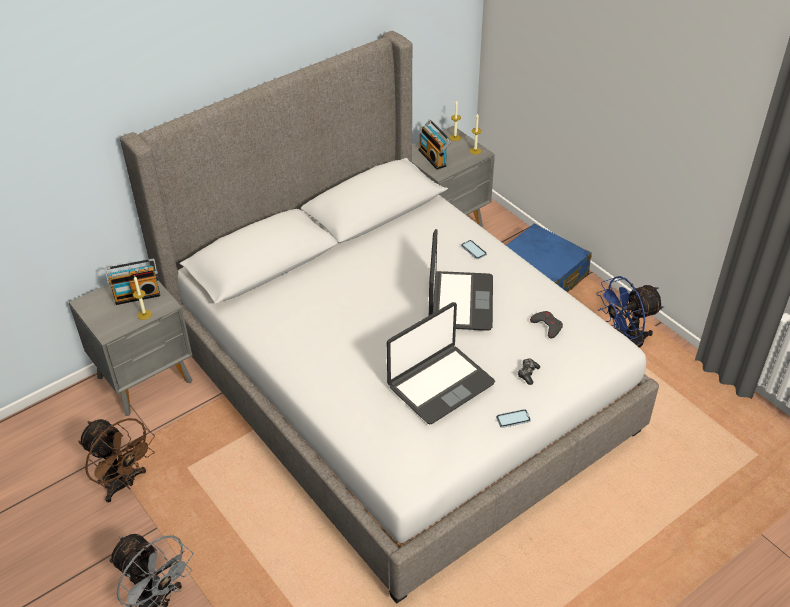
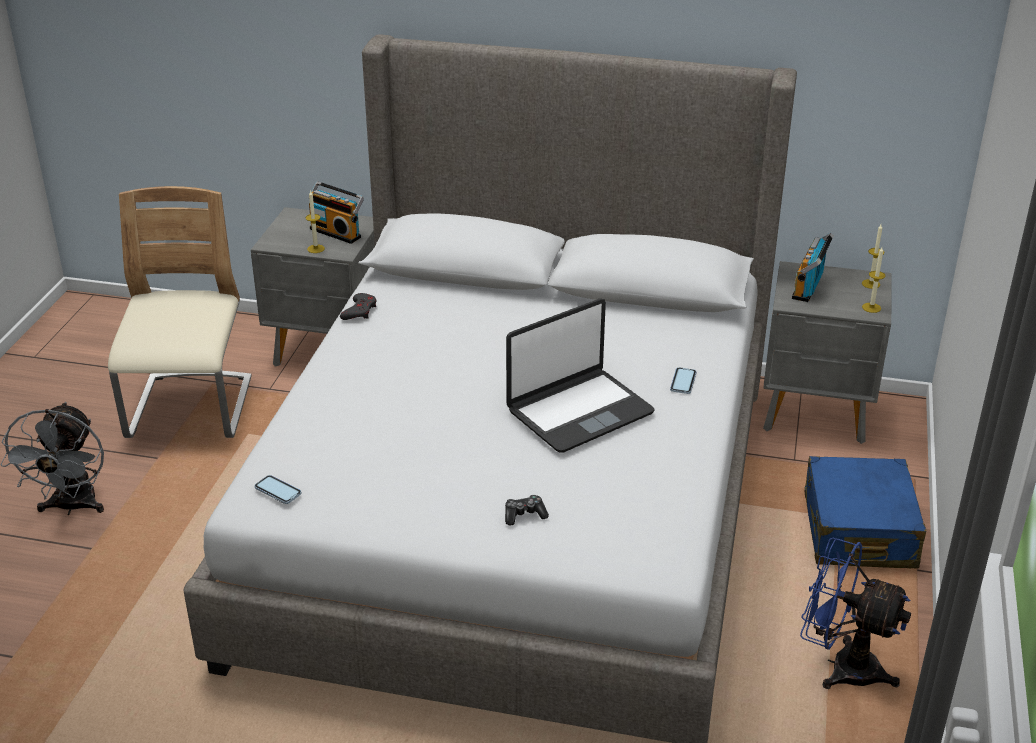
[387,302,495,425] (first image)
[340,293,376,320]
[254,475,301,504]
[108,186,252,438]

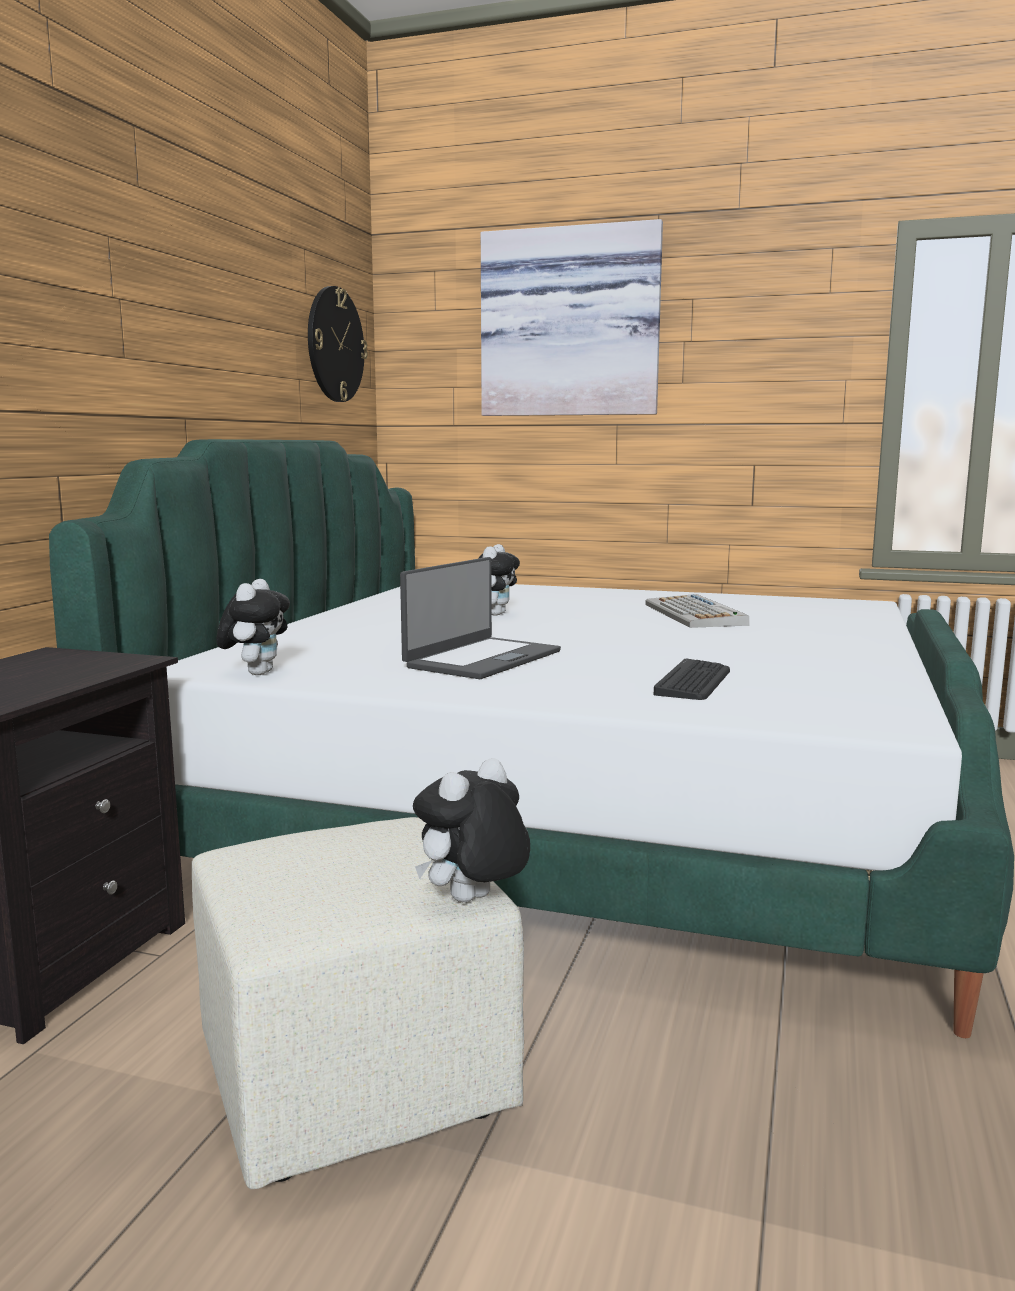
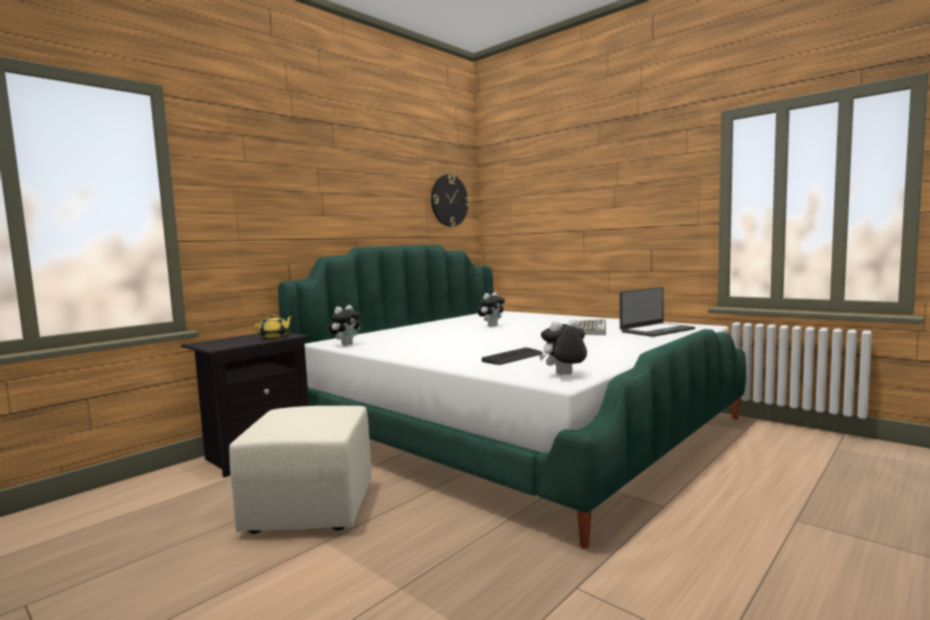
[481,219,663,416] (first image)
[620,287,695,337]
[539,319,587,375]
[255,314,292,338]

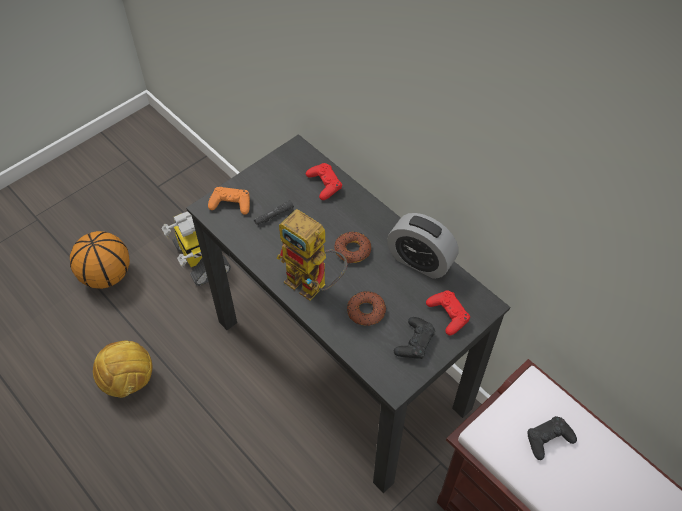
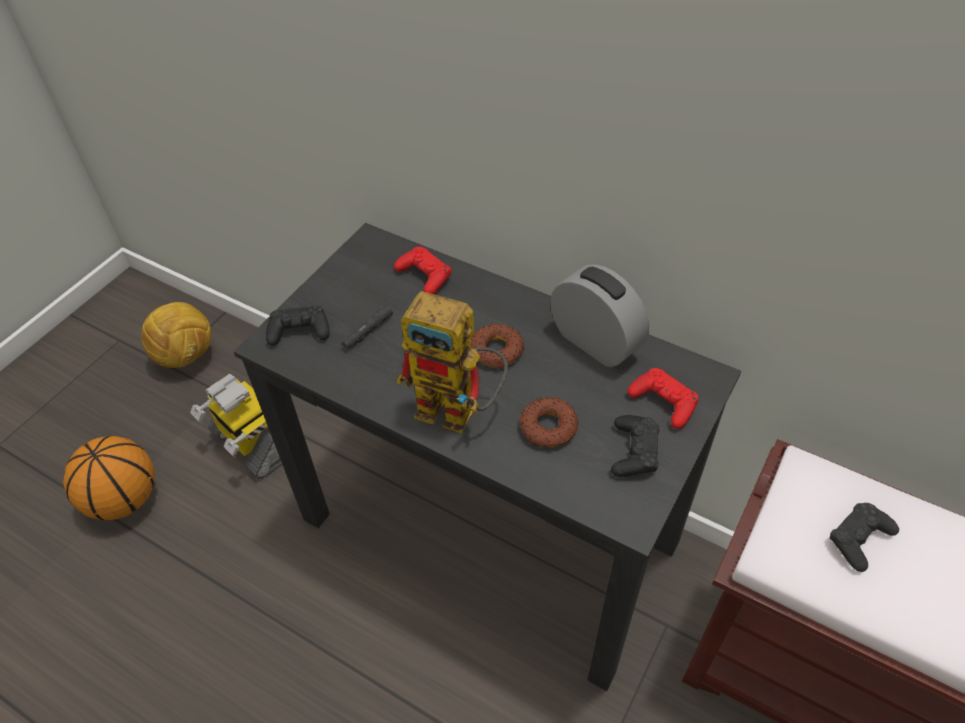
[266,306,330,346]
[550,264,649,367]
[141,302,211,368]

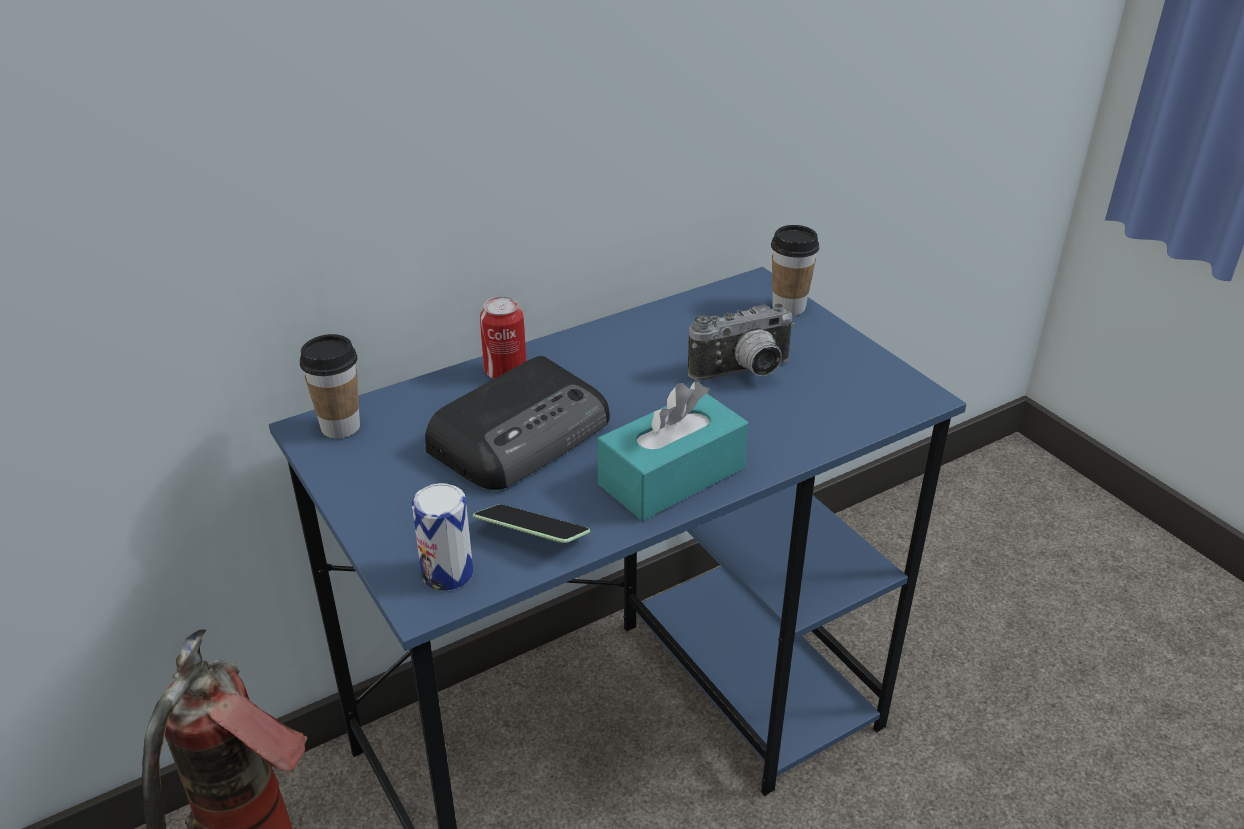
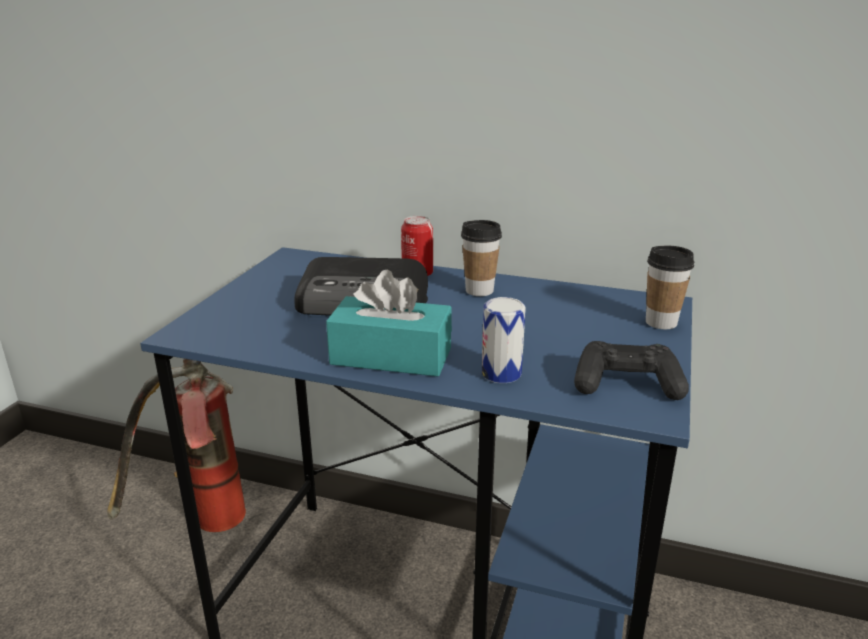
[688,303,795,381] (first image)
[461,220,502,296]
[481,297,526,383]
[473,504,590,543] (first image)
[574,341,689,400]

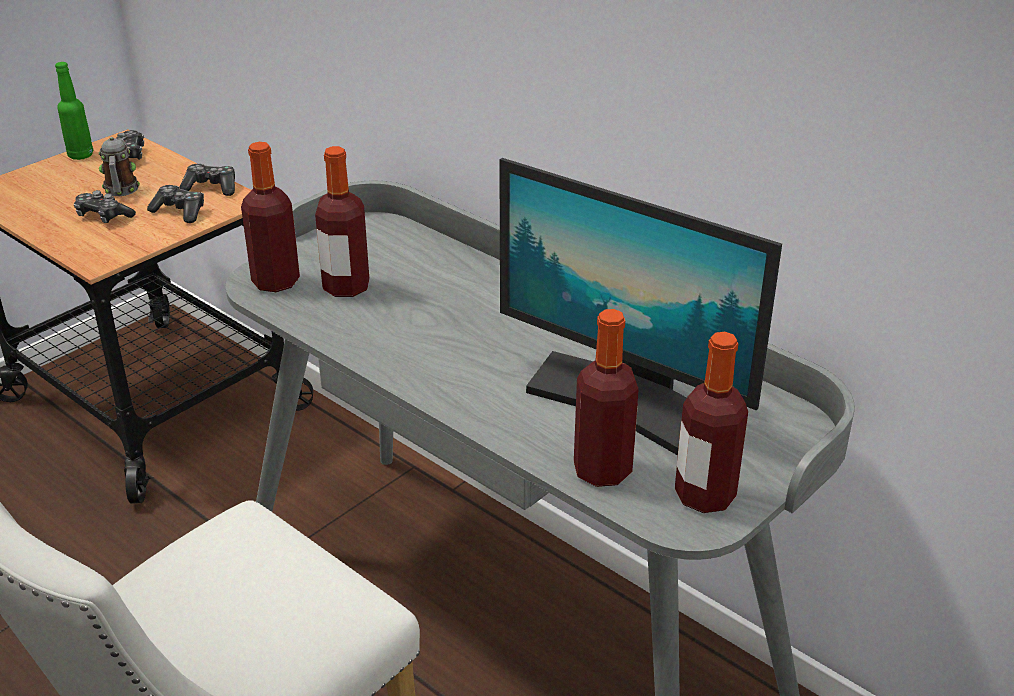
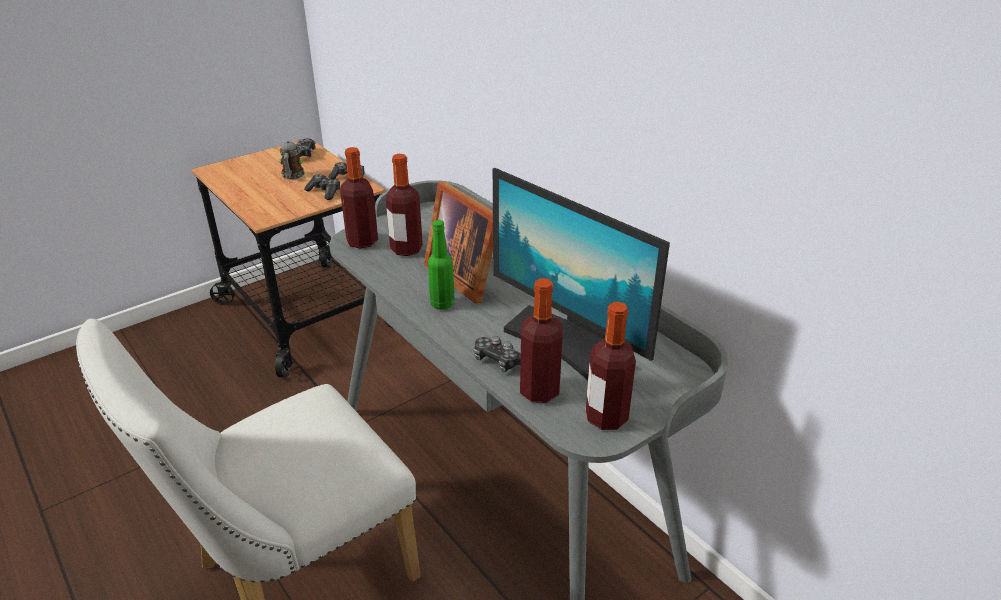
[428,220,455,310]
[474,336,521,372]
[424,181,493,304]

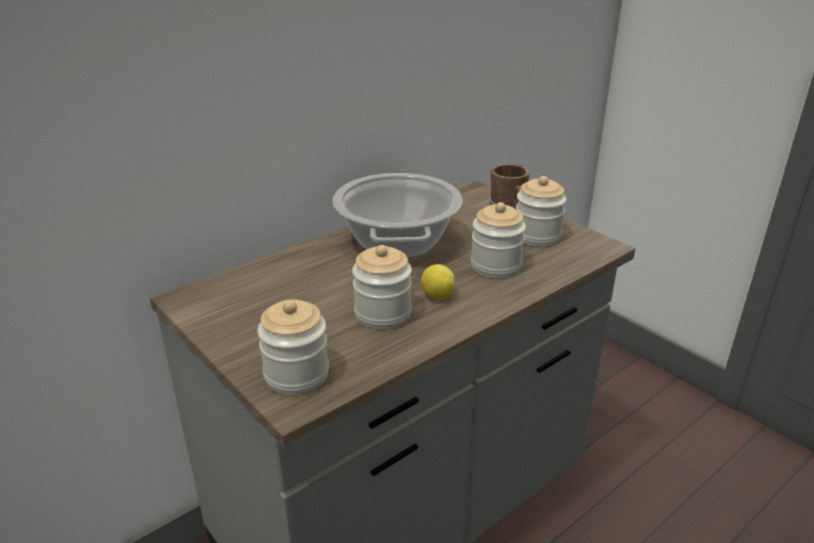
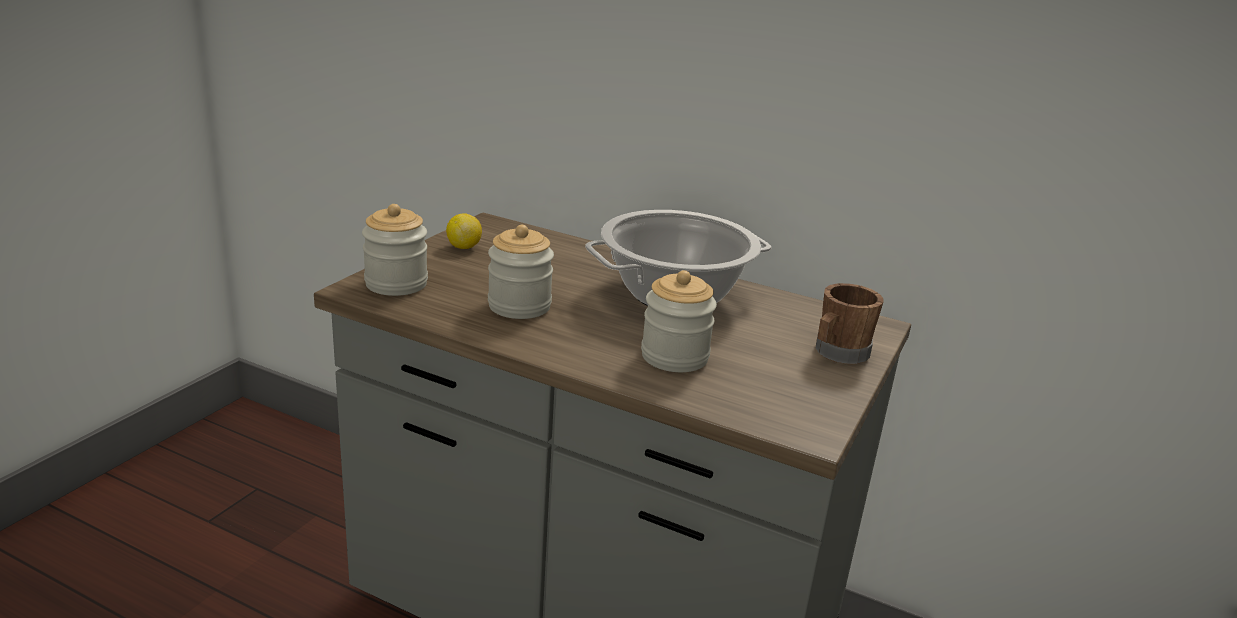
[516,176,566,247] (first image)
[446,213,482,249]

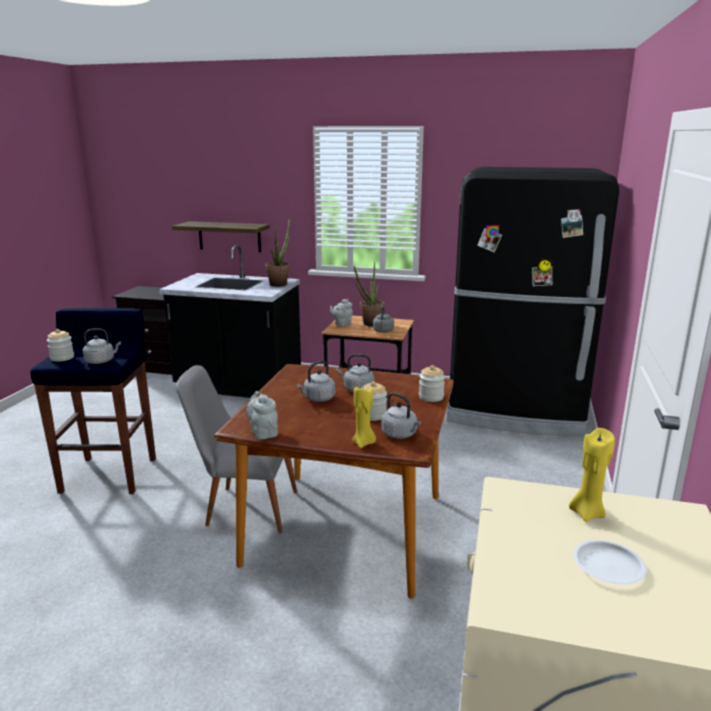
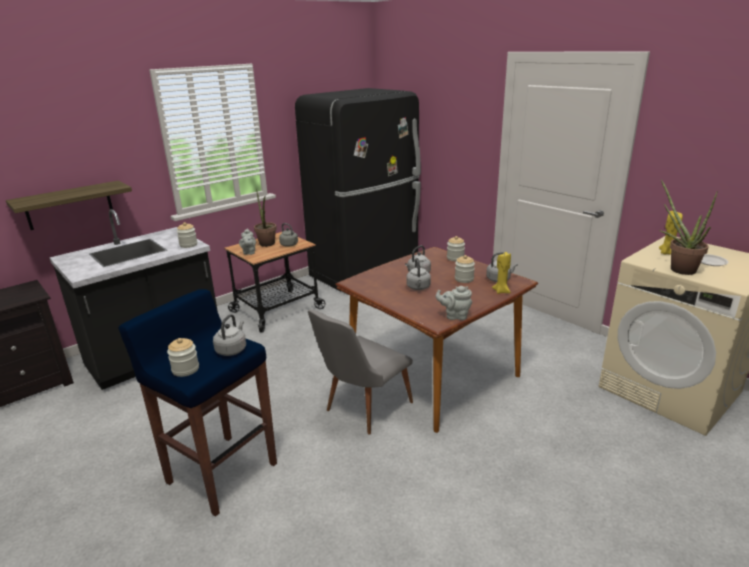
[659,180,718,275]
[177,222,197,248]

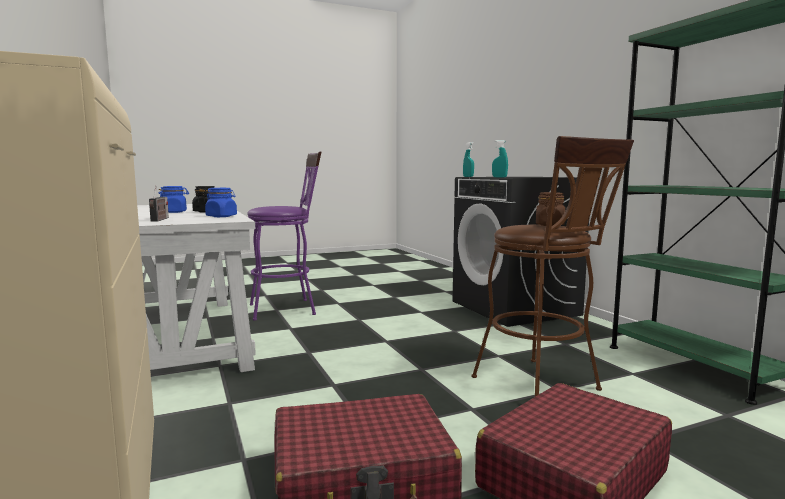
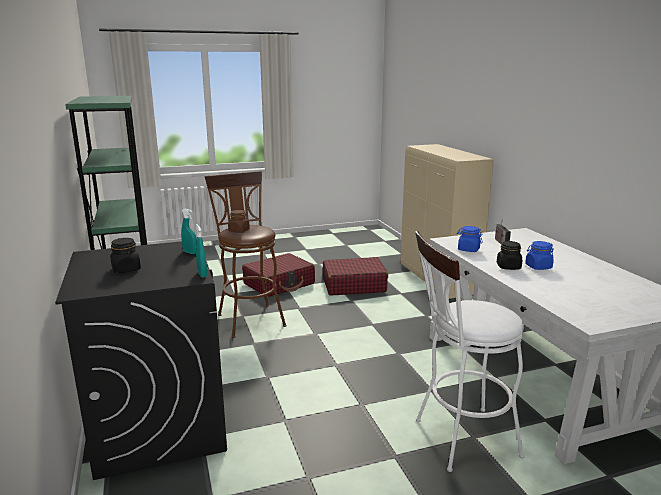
[415,231,525,472]
[110,238,141,273]

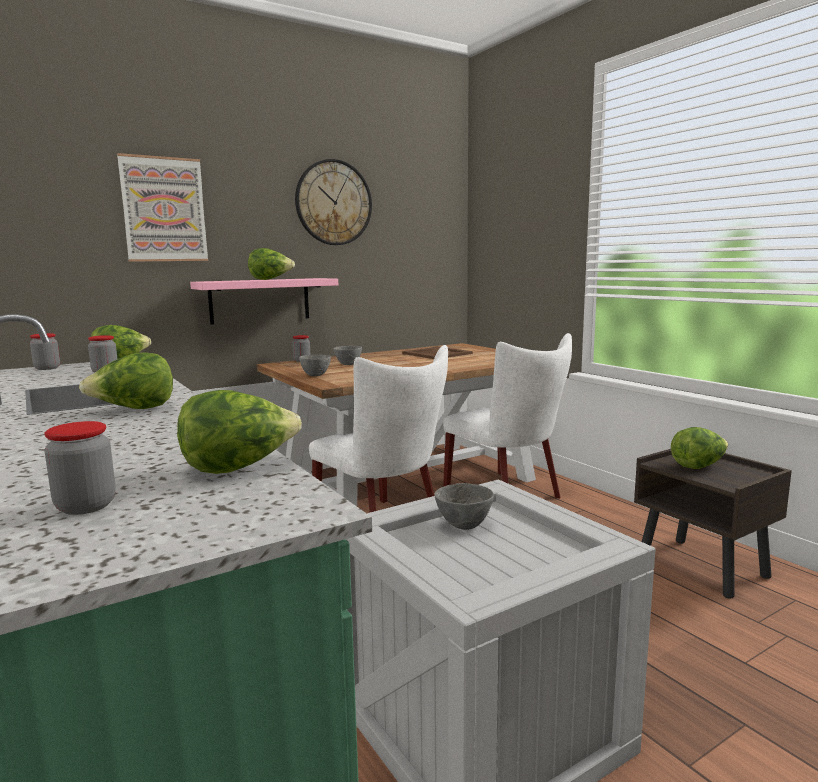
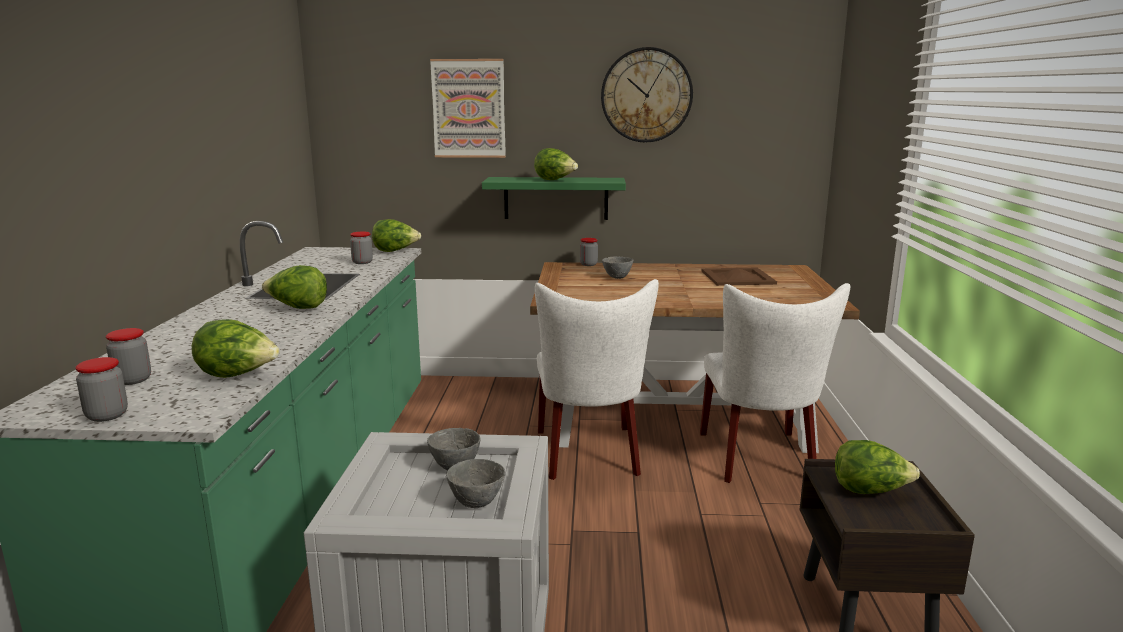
[482,177,626,220]
[75,357,128,422]
[446,459,505,508]

